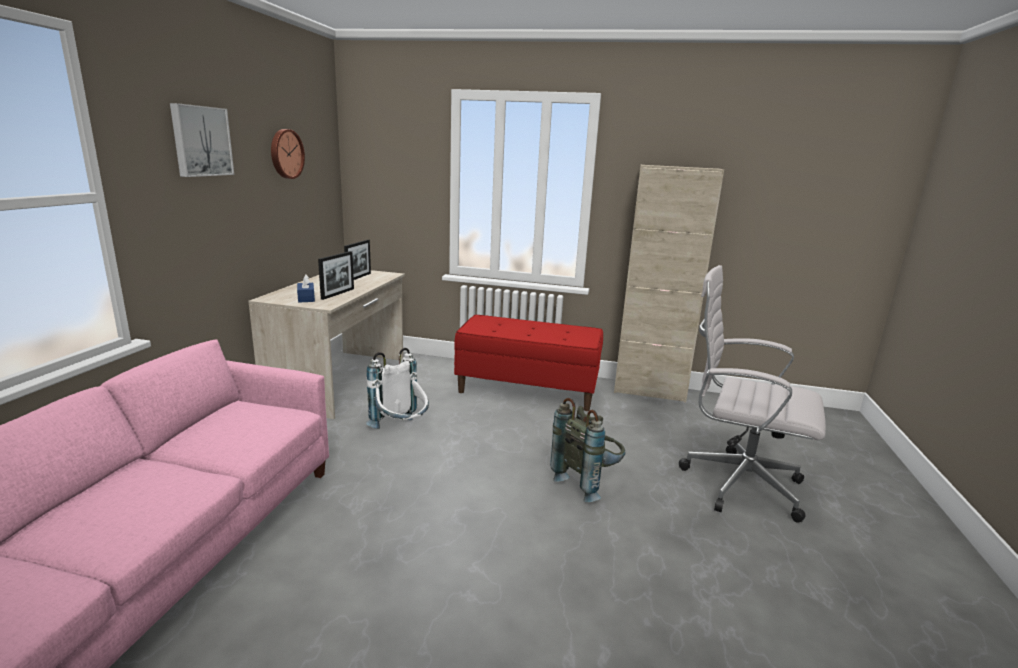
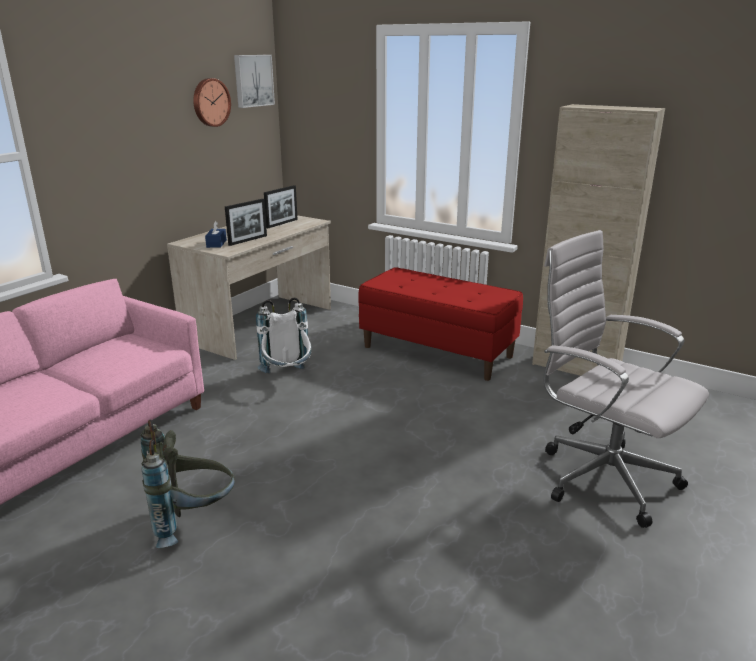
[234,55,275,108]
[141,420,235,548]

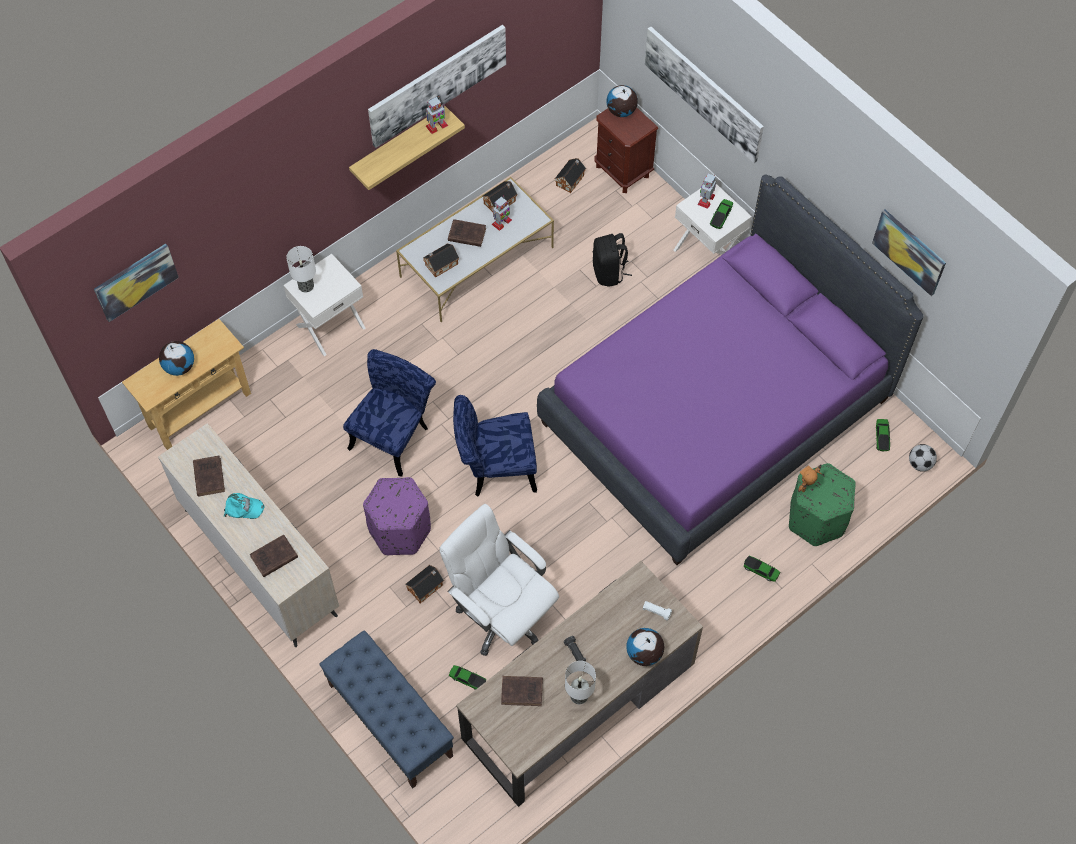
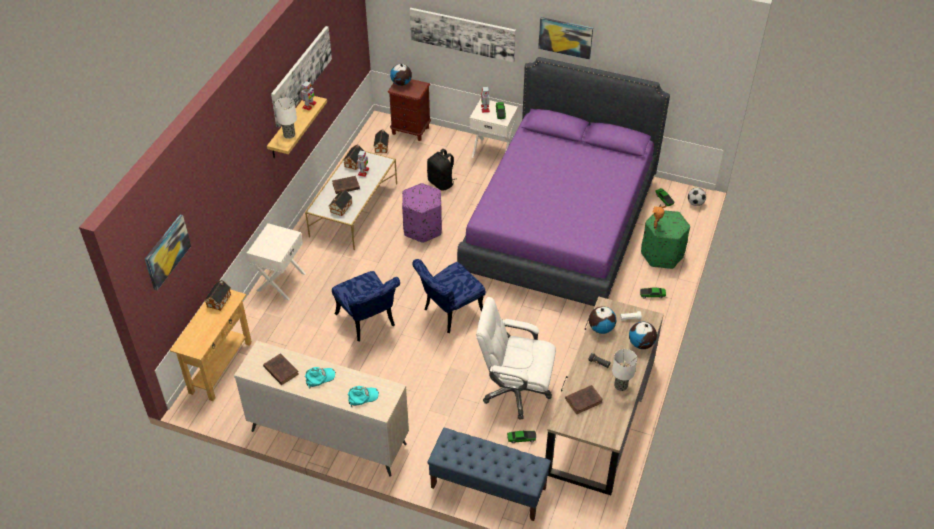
[538,17,593,60]
[275,98,297,139]
[589,306,616,334]
[332,271,400,341]
[402,183,442,243]
[348,386,379,407]
[205,280,231,311]

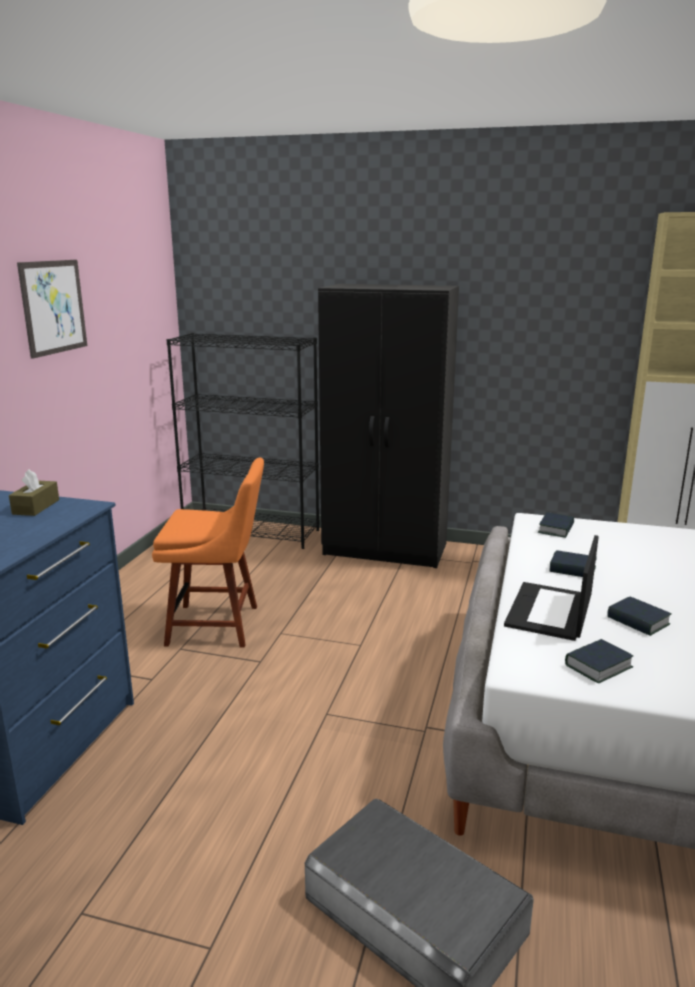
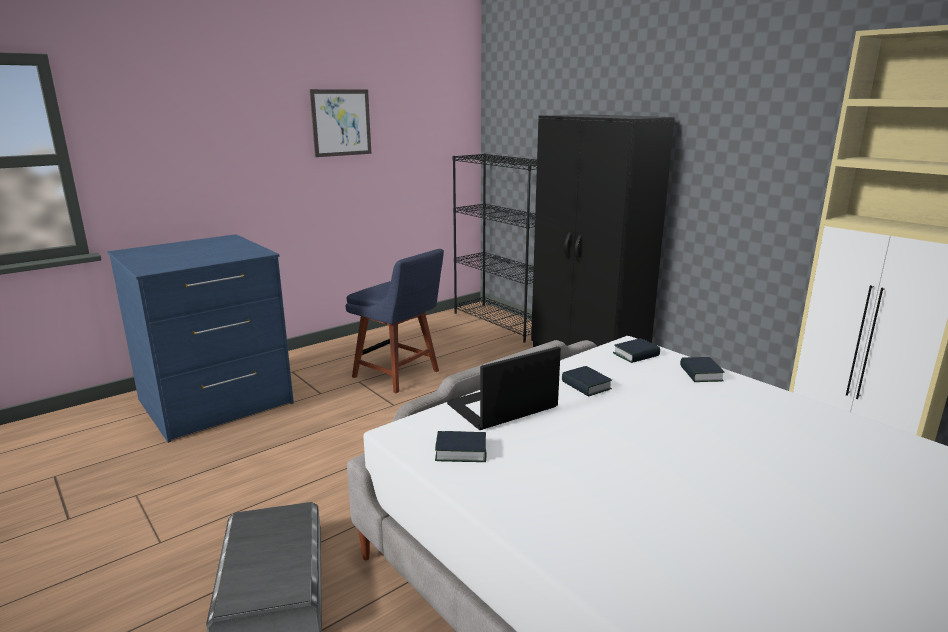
[345,249,444,393]
[9,469,59,516] (first image)
[680,357,725,382]

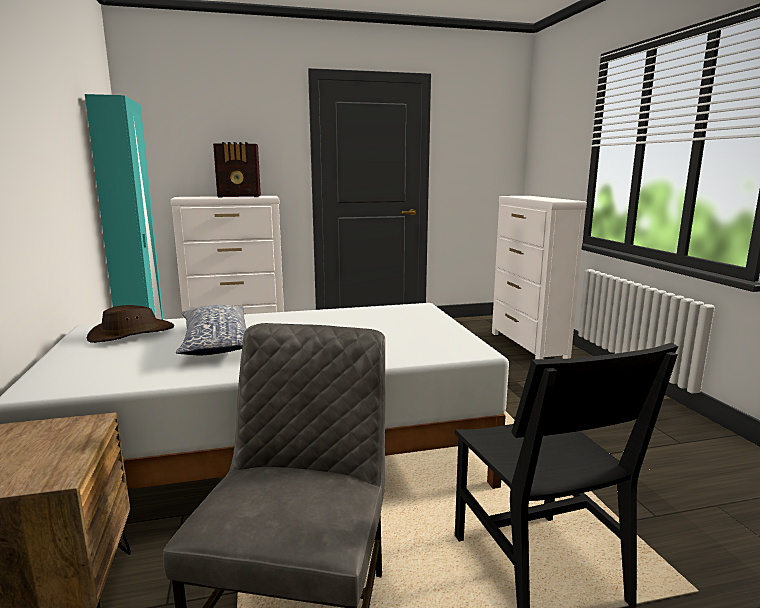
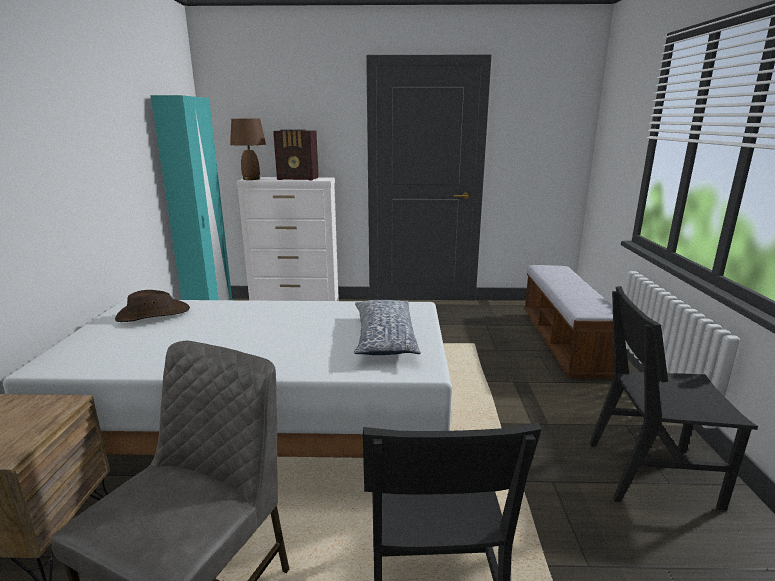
[524,265,615,378]
[354,300,421,355]
[230,119,266,180]
[589,286,758,510]

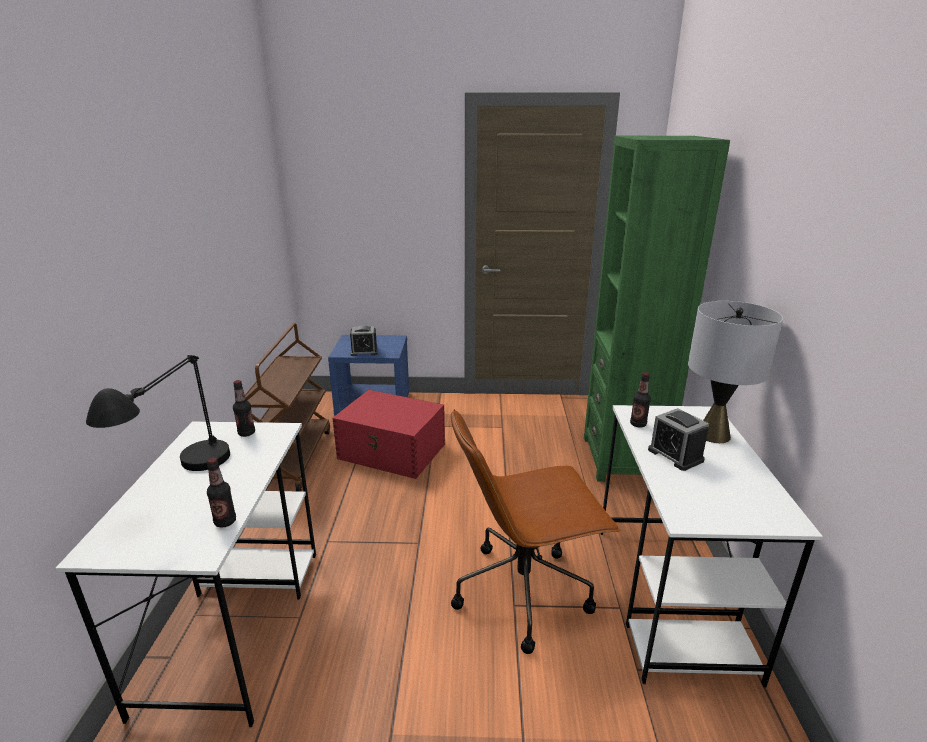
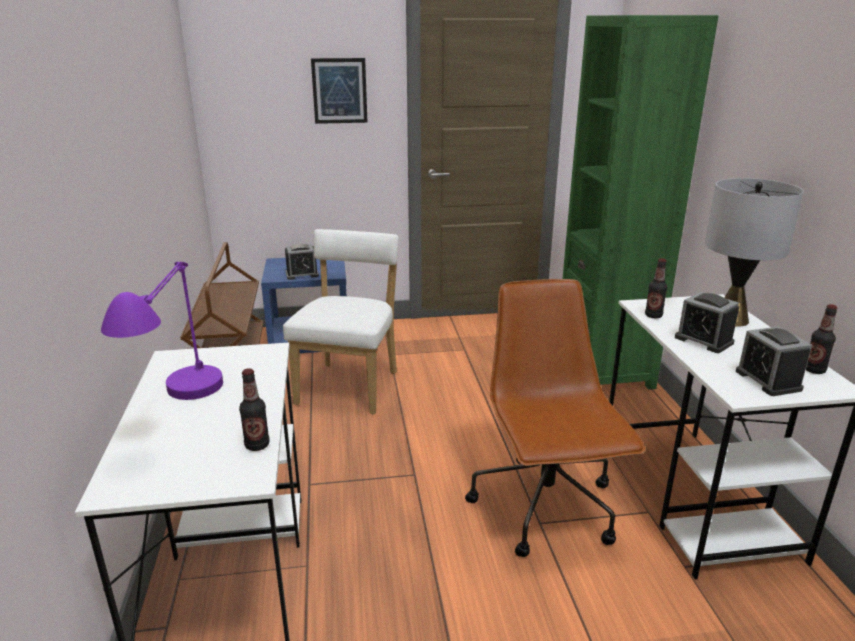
[101,262,223,400]
[806,304,838,374]
[283,229,399,414]
[465,279,646,557]
[311,58,368,124]
[736,326,812,396]

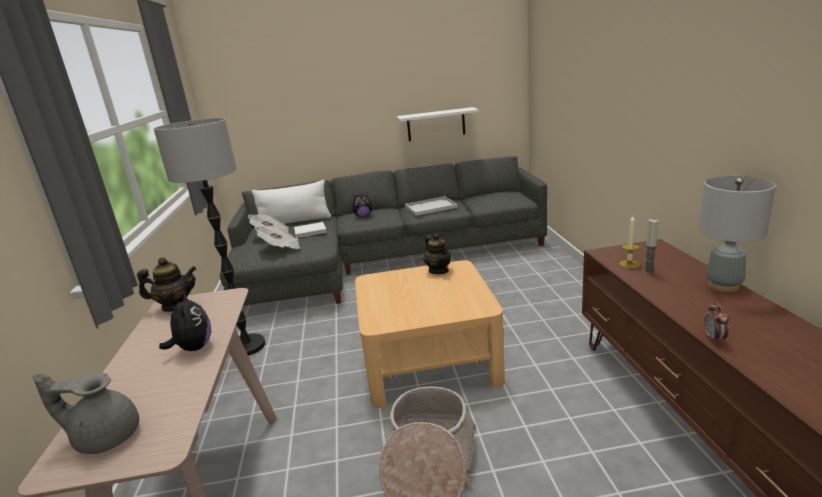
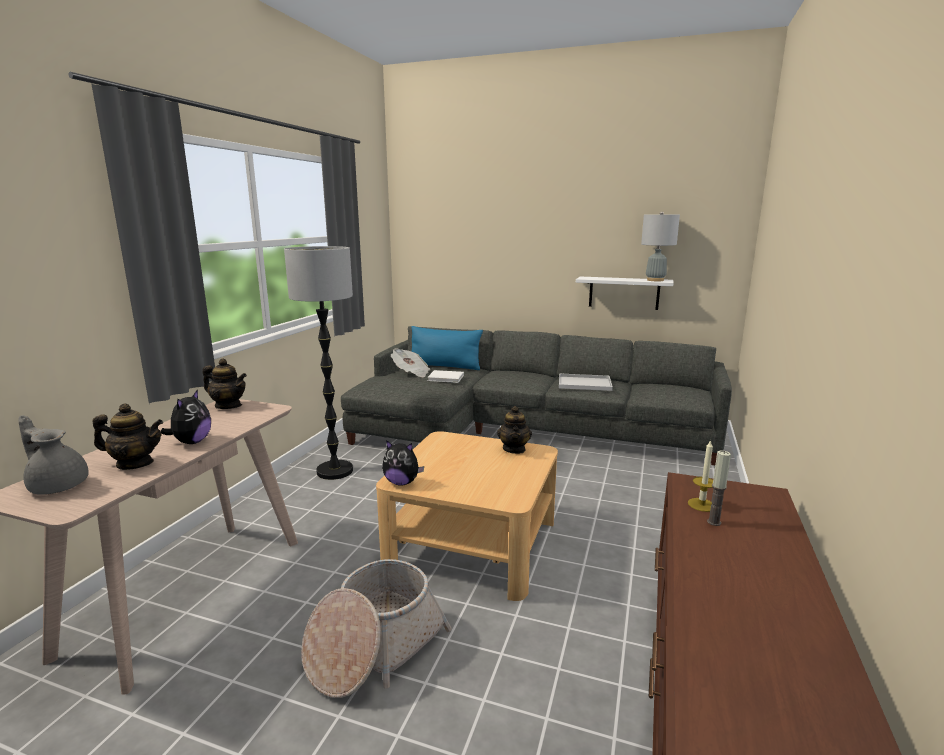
[641,211,680,281]
[411,326,483,370]
[382,440,424,486]
[255,226,300,249] (first image)
[704,302,729,344] (first image)
[93,403,163,470]

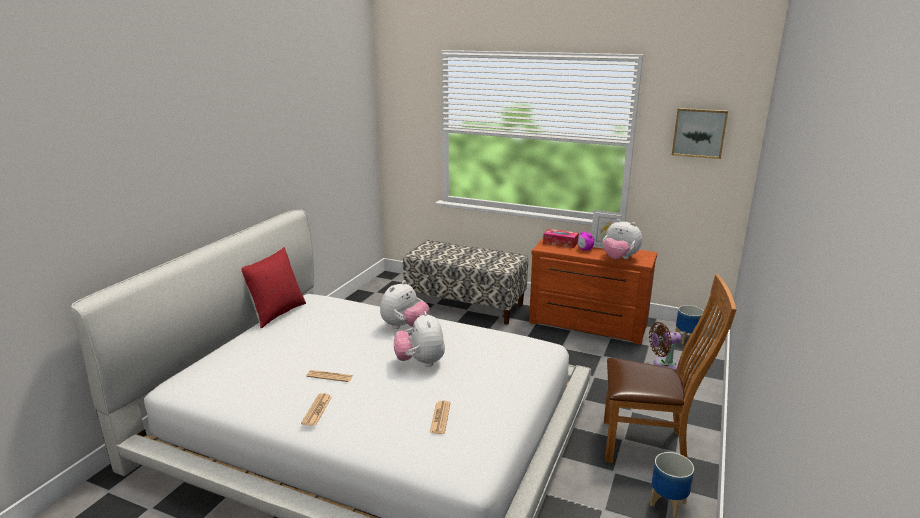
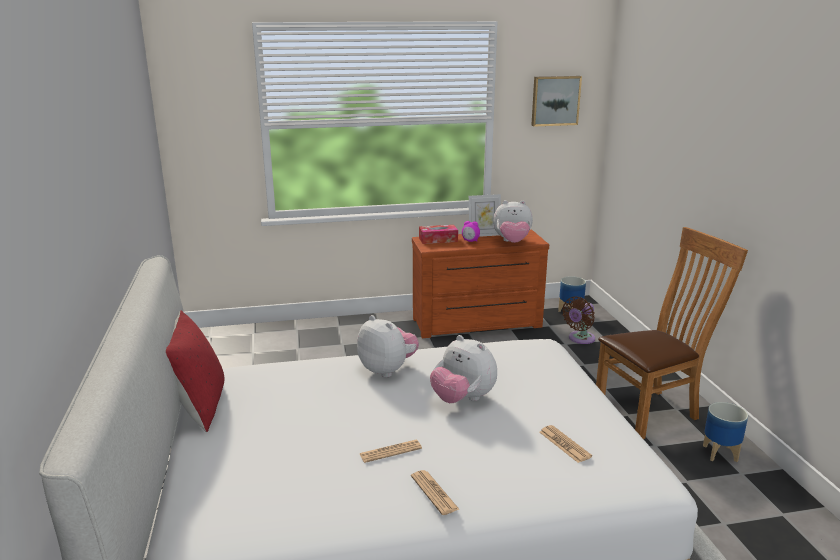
[403,240,528,324] (first image)
[357,315,419,378]

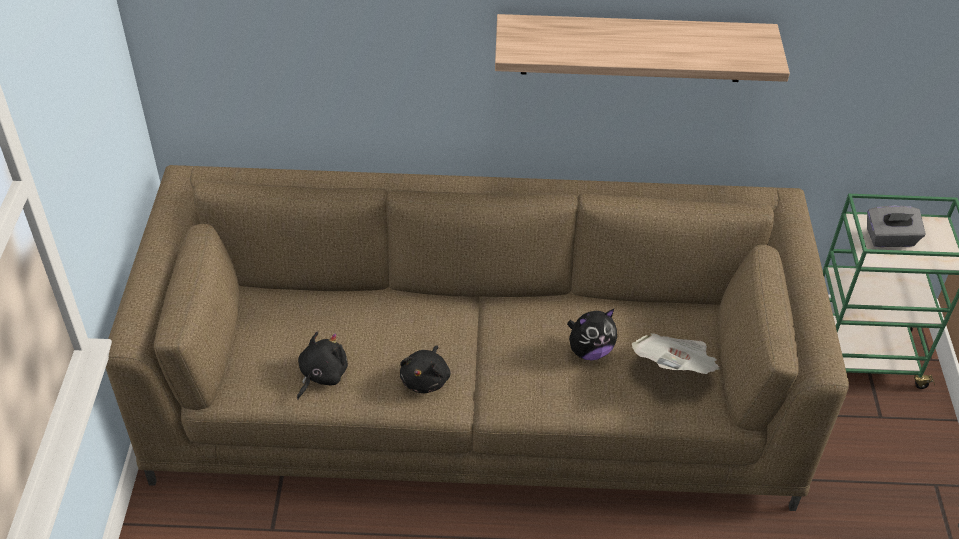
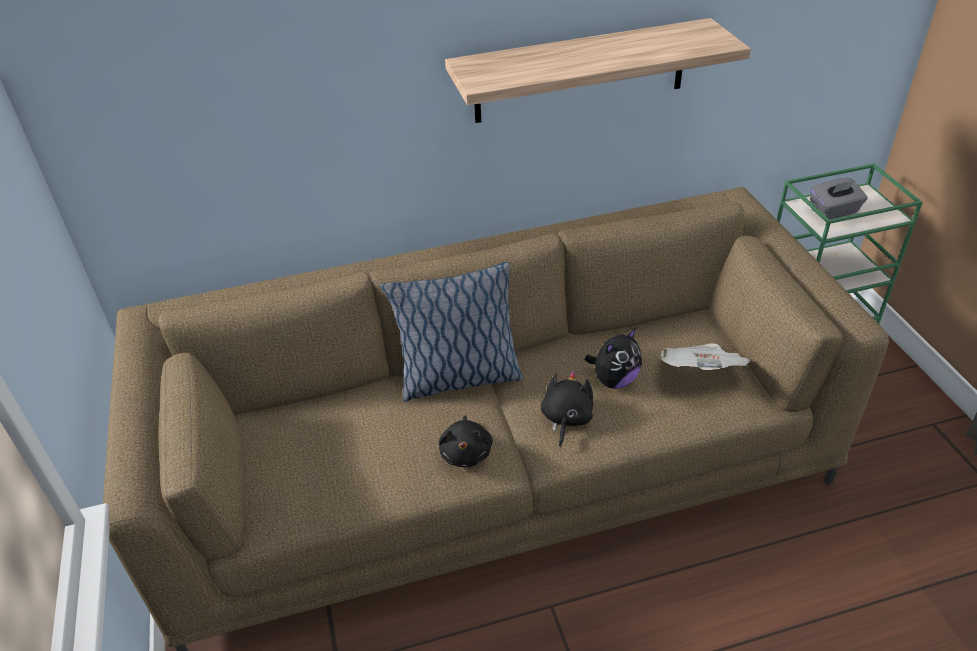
[541,371,593,447]
[380,262,523,402]

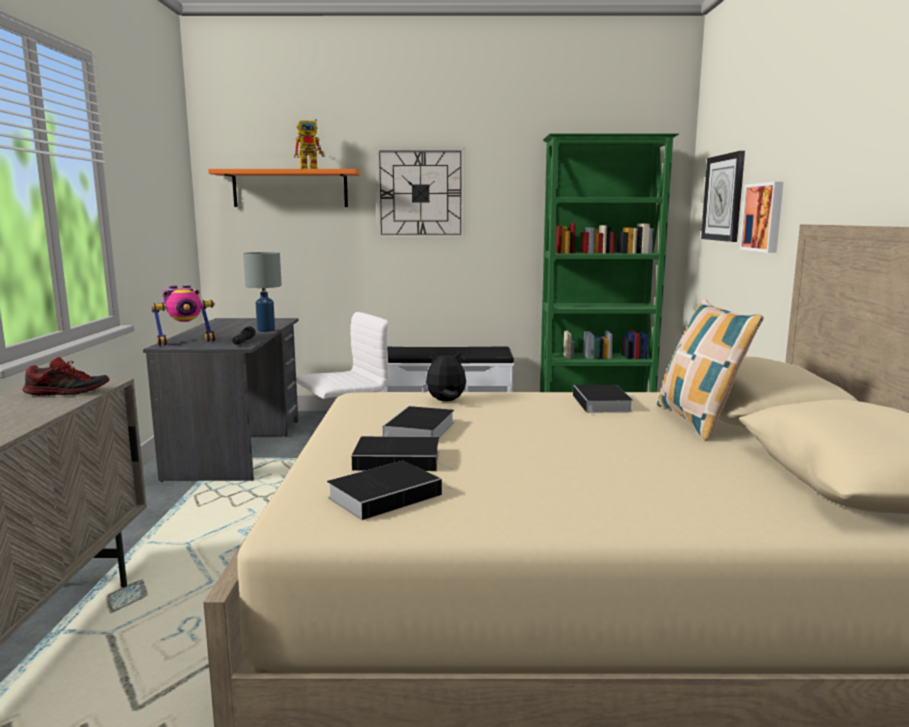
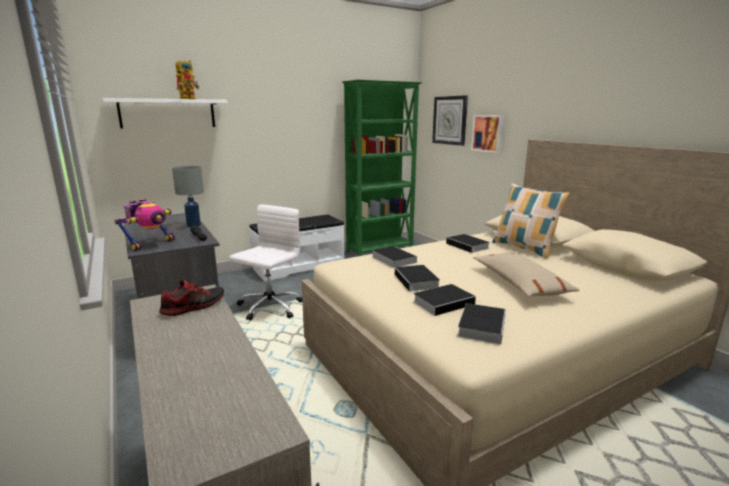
[376,148,465,238] (first image)
[103,98,228,128]
[372,246,417,268]
[473,253,580,297]

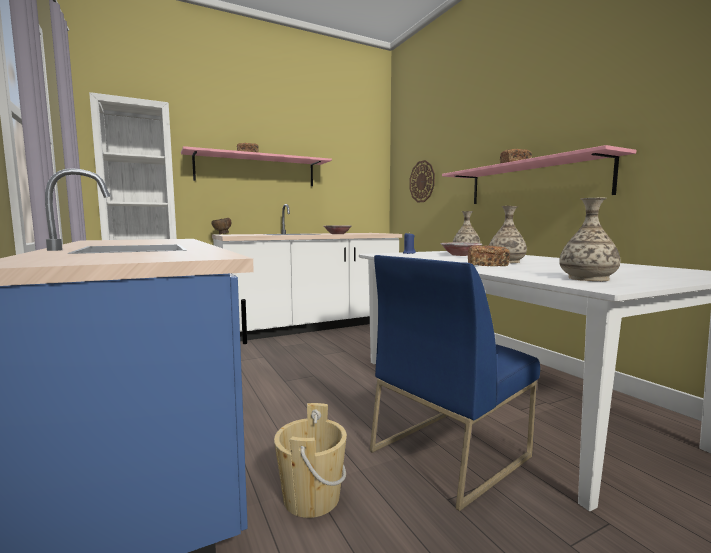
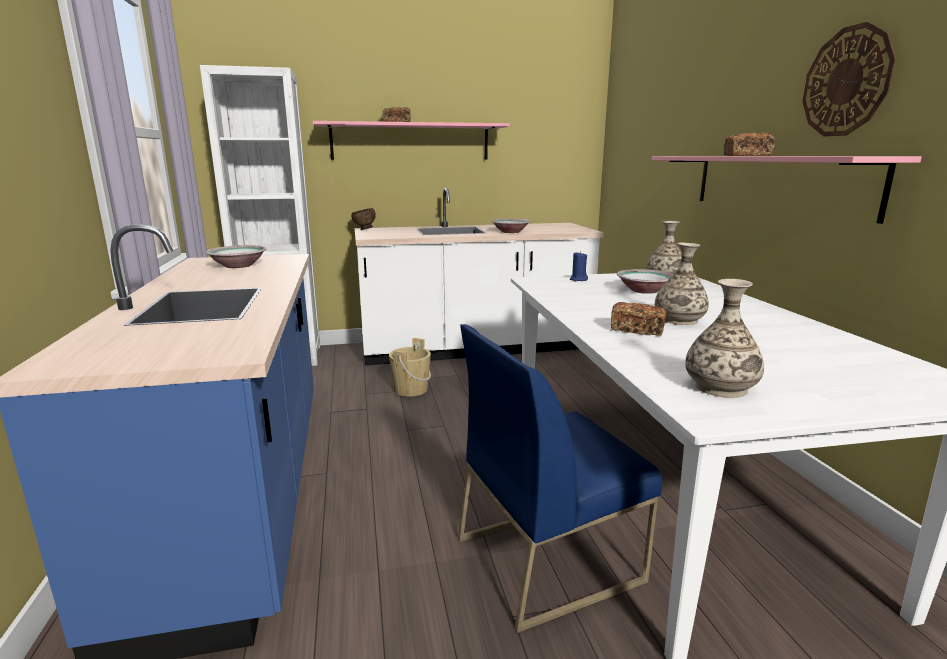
[802,22,896,136]
[389,338,431,397]
[205,245,266,268]

